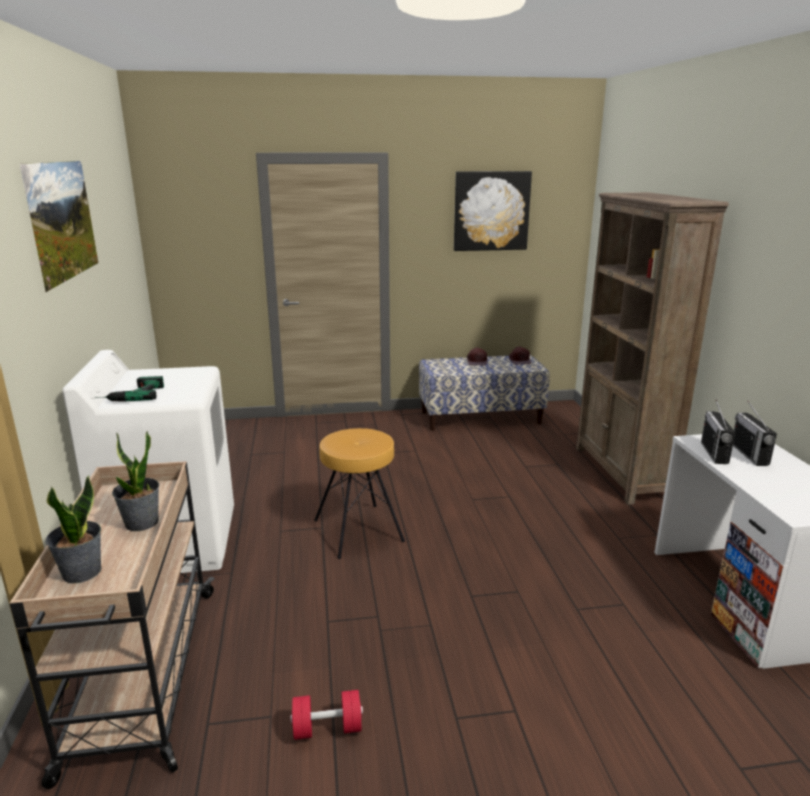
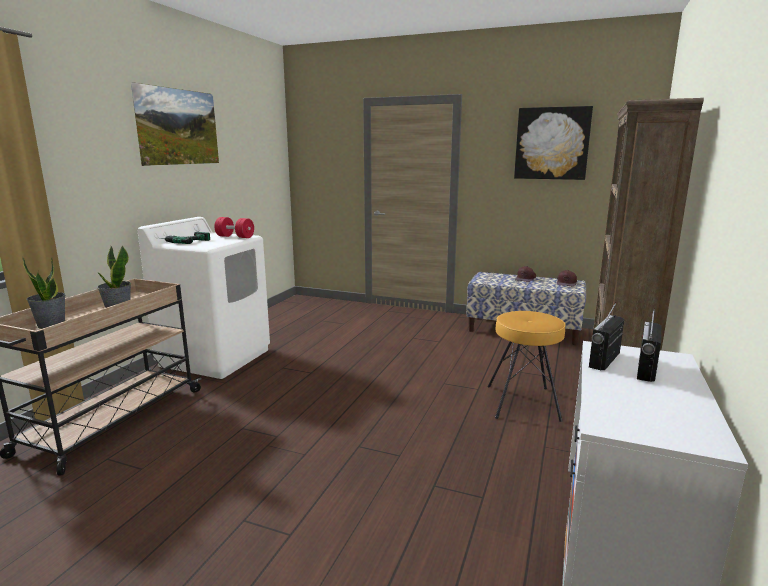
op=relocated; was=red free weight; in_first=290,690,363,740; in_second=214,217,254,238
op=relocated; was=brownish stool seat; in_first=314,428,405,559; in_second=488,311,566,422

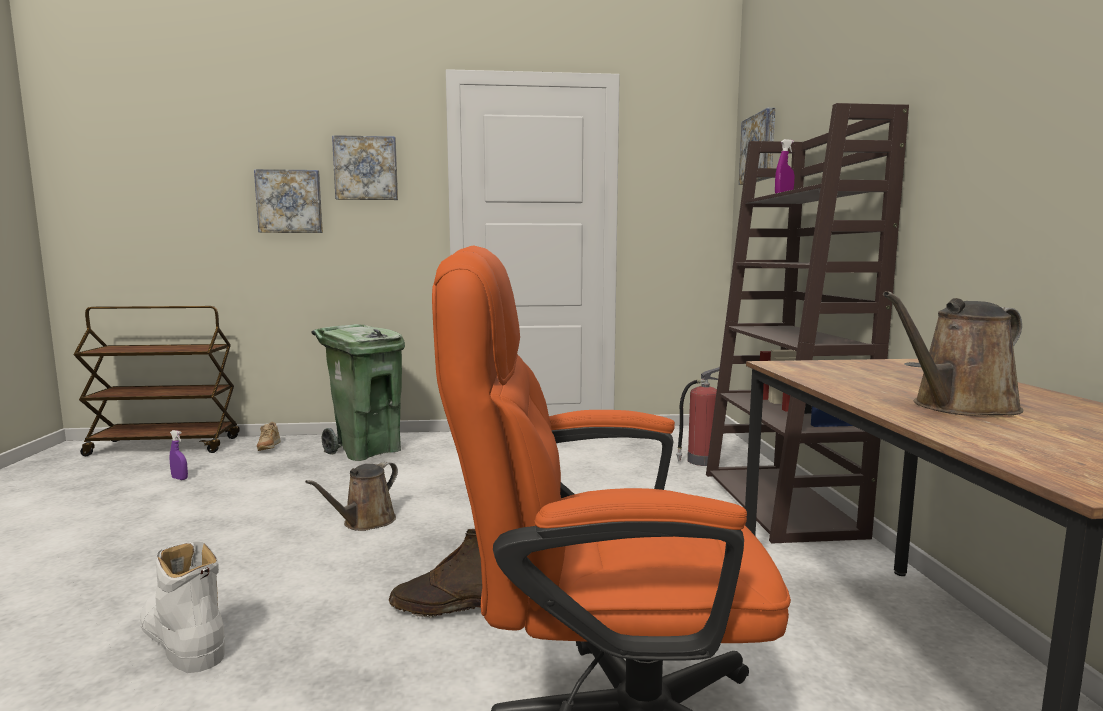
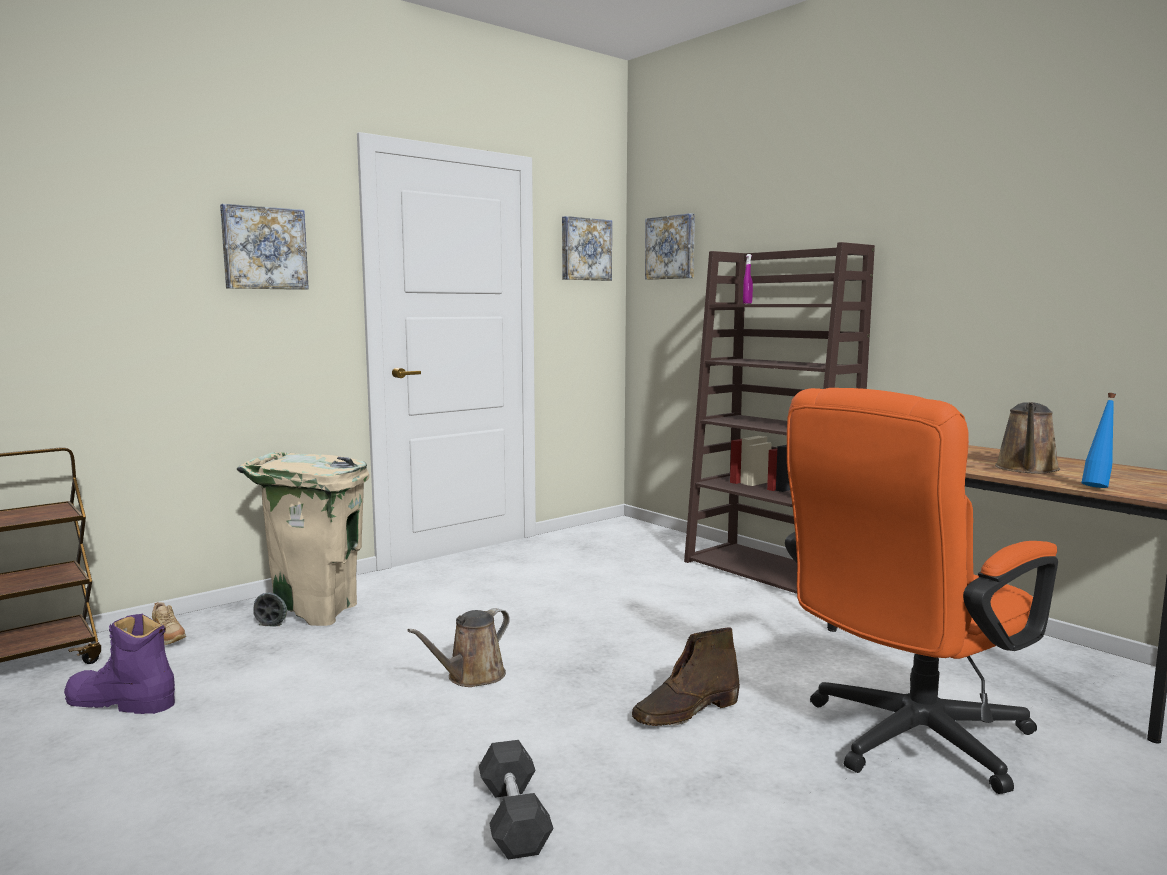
op=missing; was=fire-fighting cylinder; in_first=676,367,720,466
op=appeared; now=blue-coloured drink bottle; in_second=1081,393,1116,488
op=relocated; was=wall art; in_first=254,169,323,233; in_second=562,216,612,281
op=exchanged; was=whitish tall boot; now=grey free weight; in_first=140,541,225,673; in_second=479,740,554,860
op=exchanged; was=purple spray bottle; now=purple tall boot; in_first=170,430,188,480; in_second=64,614,175,714
op=colour; was=green-coloured waste bin; now=beige-coloured waste bin; in_first=311,324,405,461; in_second=237,452,369,626
op=spun; was=brownish watering can; in_first=305,462,398,531; in_second=407,608,510,687; clockwise=45

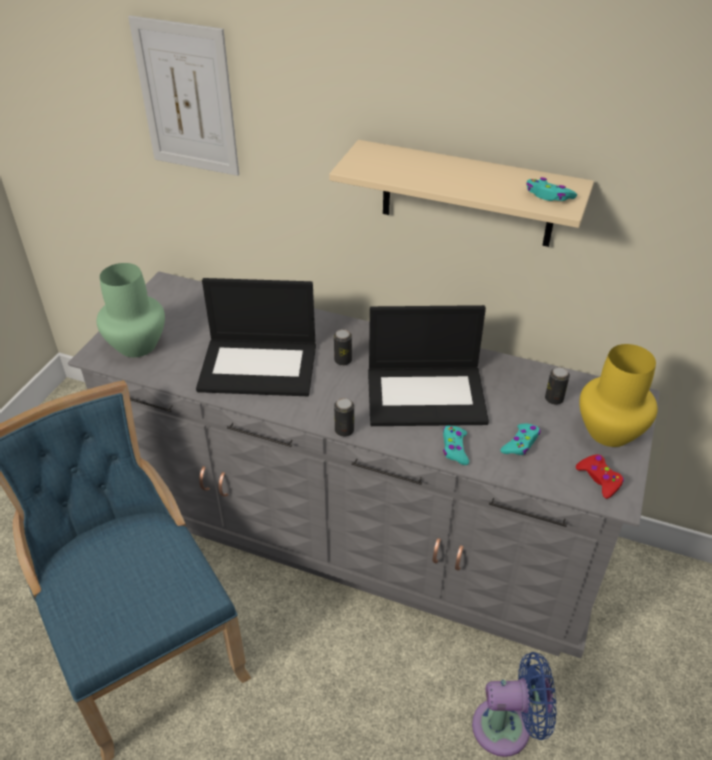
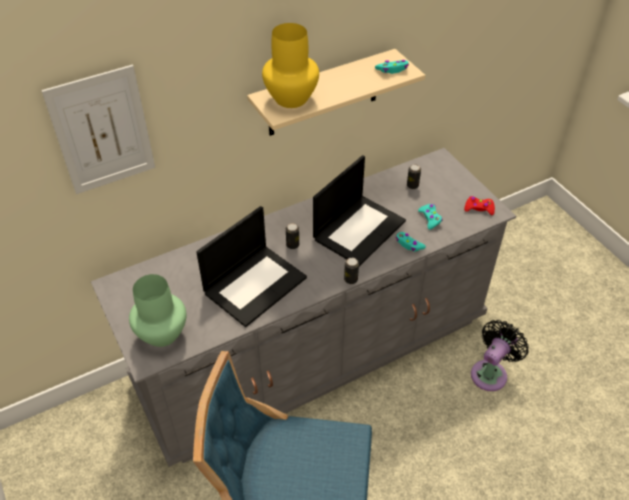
op=relocated; was=yellow vase; in_first=579,344,658,447; in_second=262,23,319,108
op=colour; was=blue-coloured fan; now=black-coloured fan; in_first=472,652,557,757; in_second=471,320,529,391

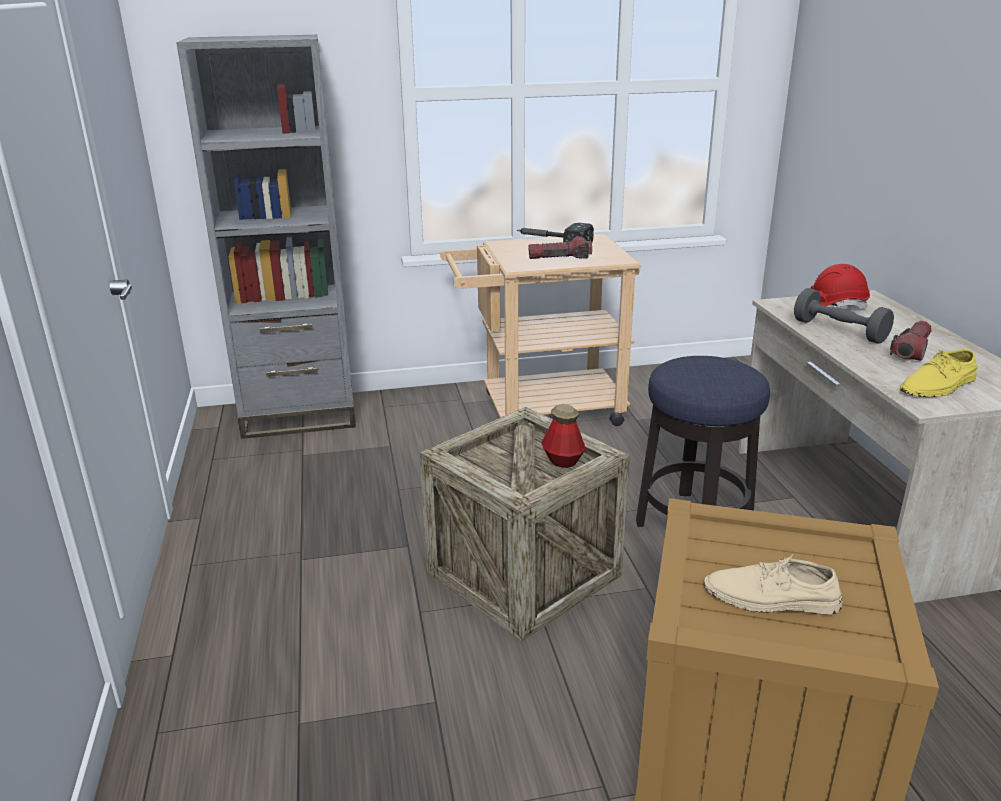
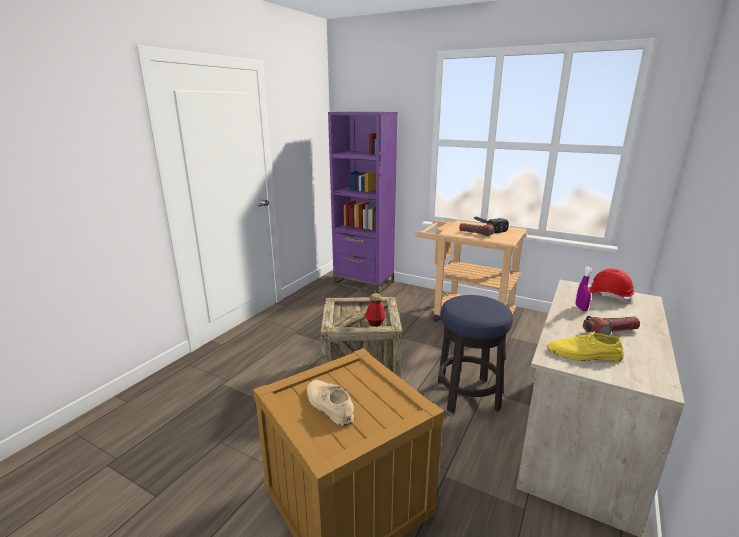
op=exchanged; was=grey free weight; now=purple spray bottle; in_first=794,288,894,344; in_second=576,267,594,311
op=colour; was=grey shelving unit; now=purple shelving unit; in_first=176,35,356,439; in_second=328,112,398,294

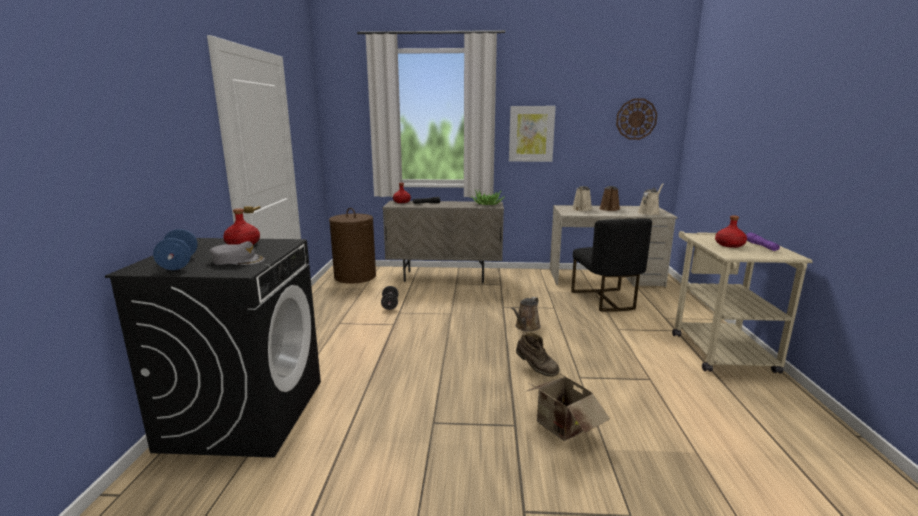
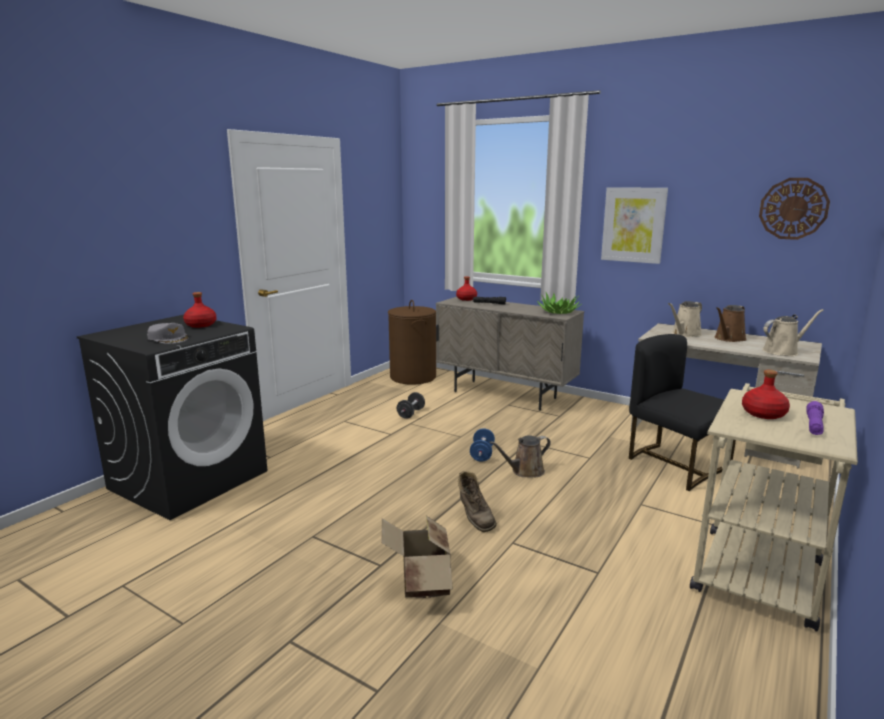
op=relocated; was=blue-coloured free weight; in_first=153,229,198,270; in_second=470,428,495,462
op=spun; was=black-coloured upright chair; in_first=571,219,652,312; in_second=629,334,736,491; clockwise=120

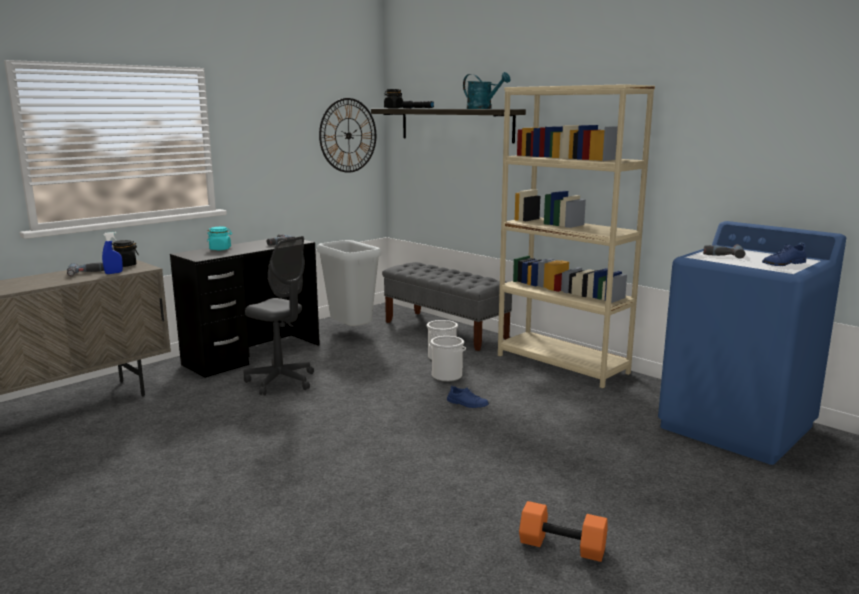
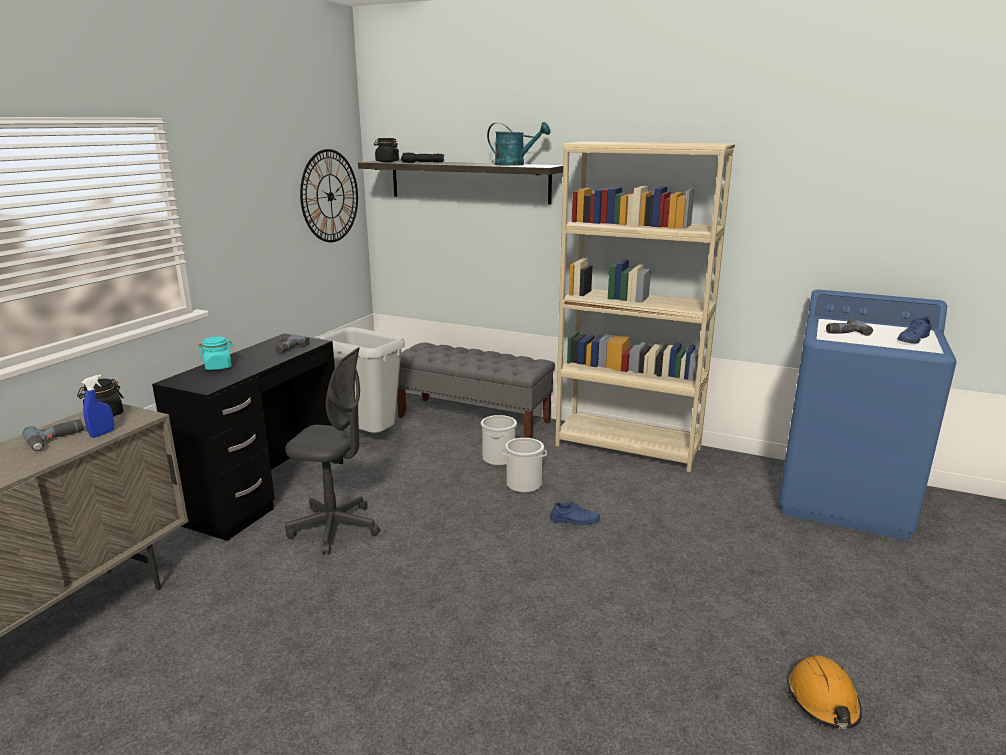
op=exchanged; was=orange-coloured free weight; now=orange-coloured work helmet; in_first=519,501,608,562; in_second=788,655,862,729

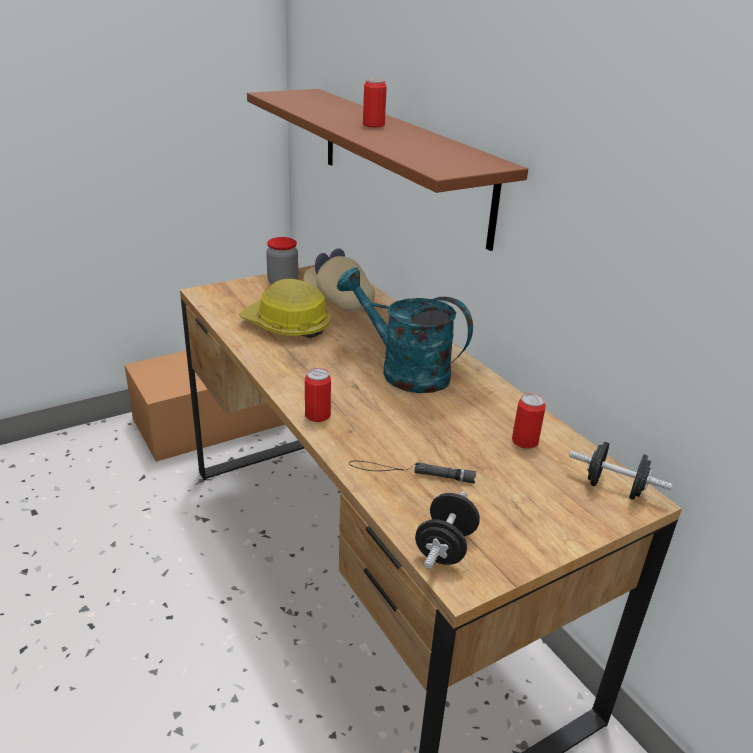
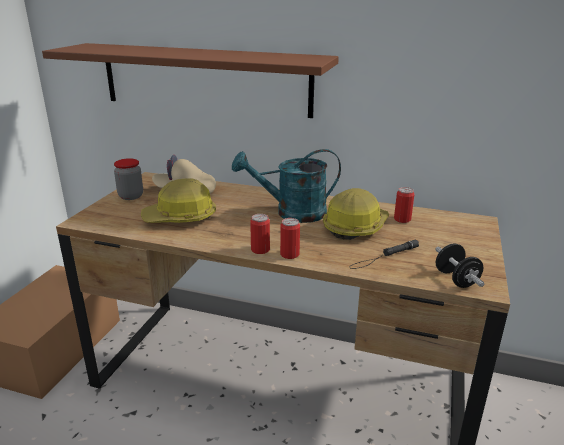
op=missing; was=black-coloured free weight; in_first=569,442,672,500
op=appeared; now=work helmet; in_second=323,188,389,240
op=relocated; was=can; in_first=363,79,387,127; in_second=250,214,270,254

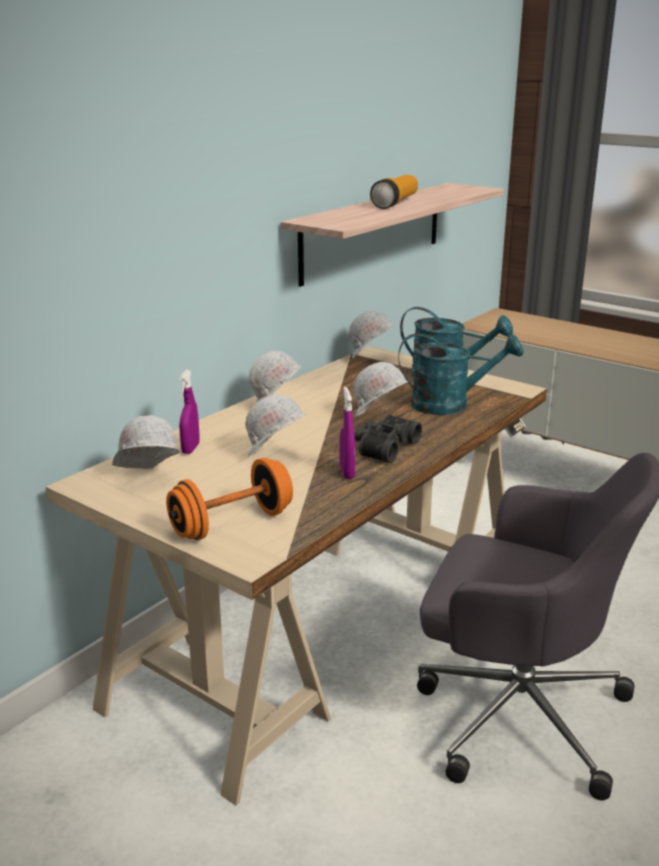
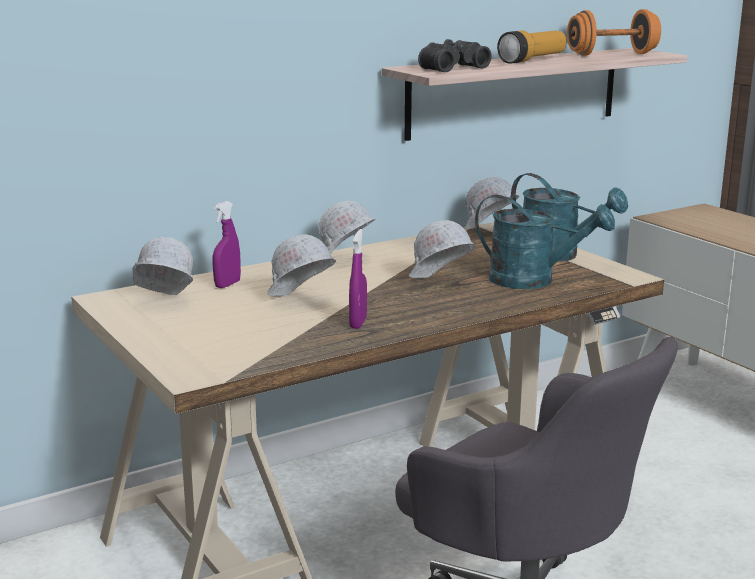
op=relocated; was=orange-coloured free weight; in_first=166,458,293,540; in_second=567,9,661,56
op=relocated; was=black-coloured pair of binoculars; in_first=355,415,422,463; in_second=418,39,492,72

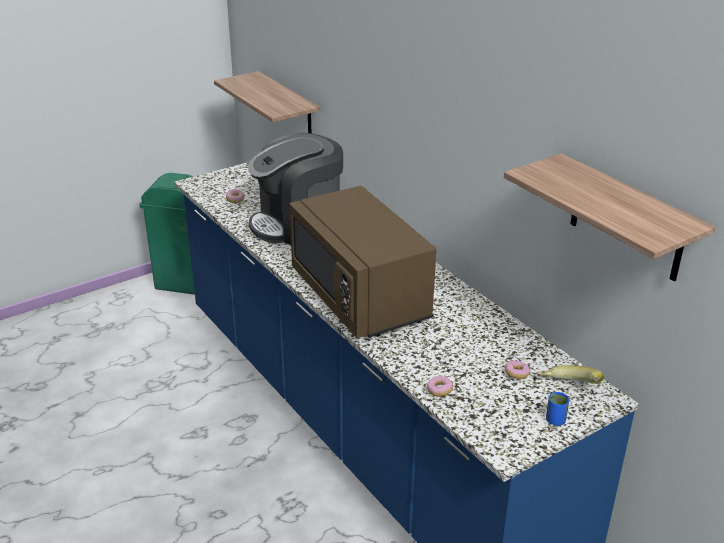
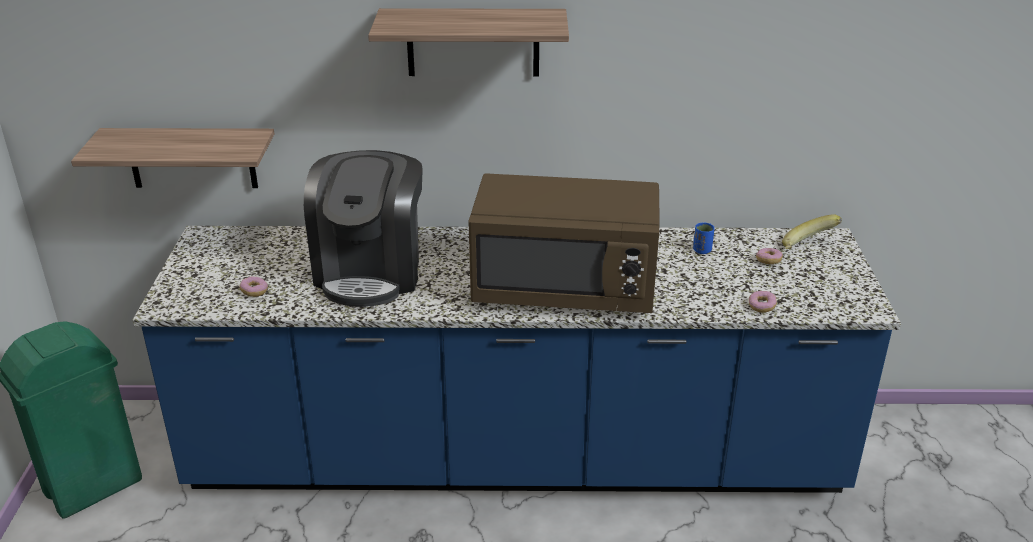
op=relocated; was=shelf; in_first=504,154,716,282; in_second=368,8,569,76
op=relocated; was=blue-coloured cup; in_first=546,392,570,426; in_second=693,223,715,254

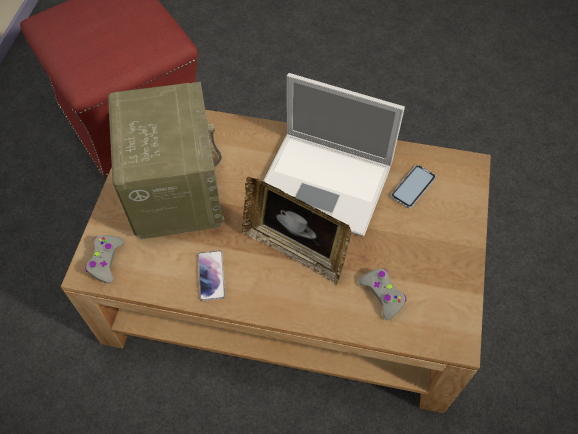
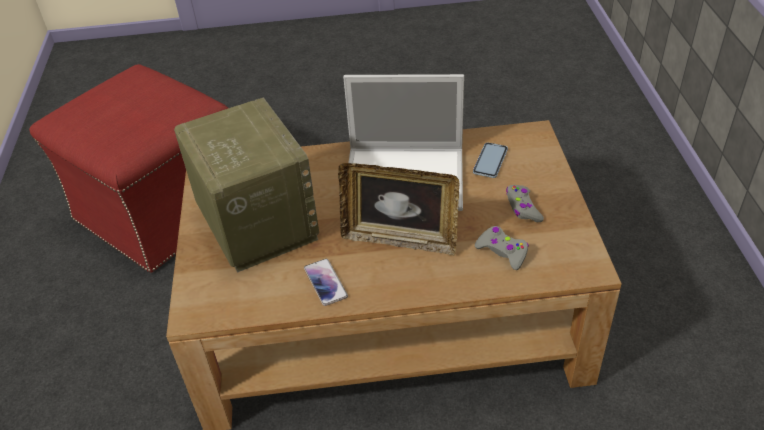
op=relocated; was=grey joypad; in_first=85,235,125,283; in_second=506,185,544,222

